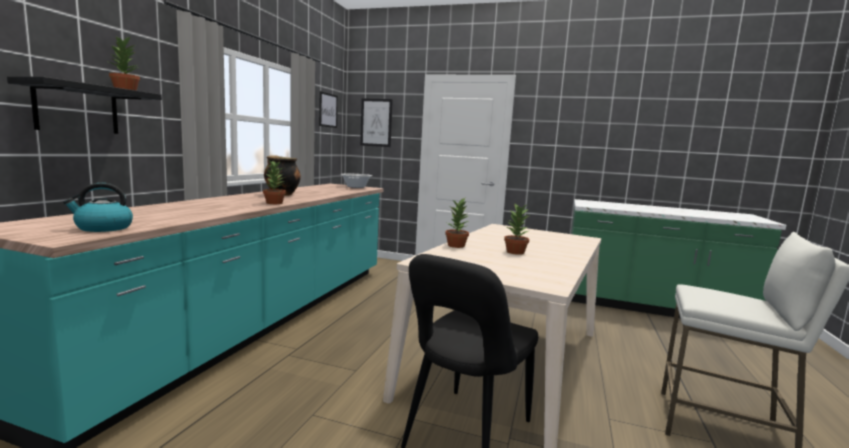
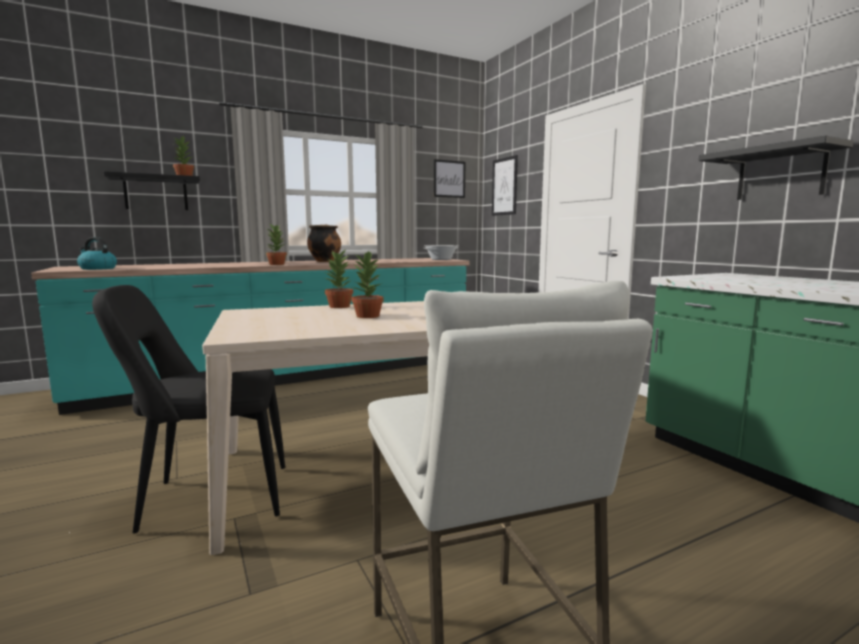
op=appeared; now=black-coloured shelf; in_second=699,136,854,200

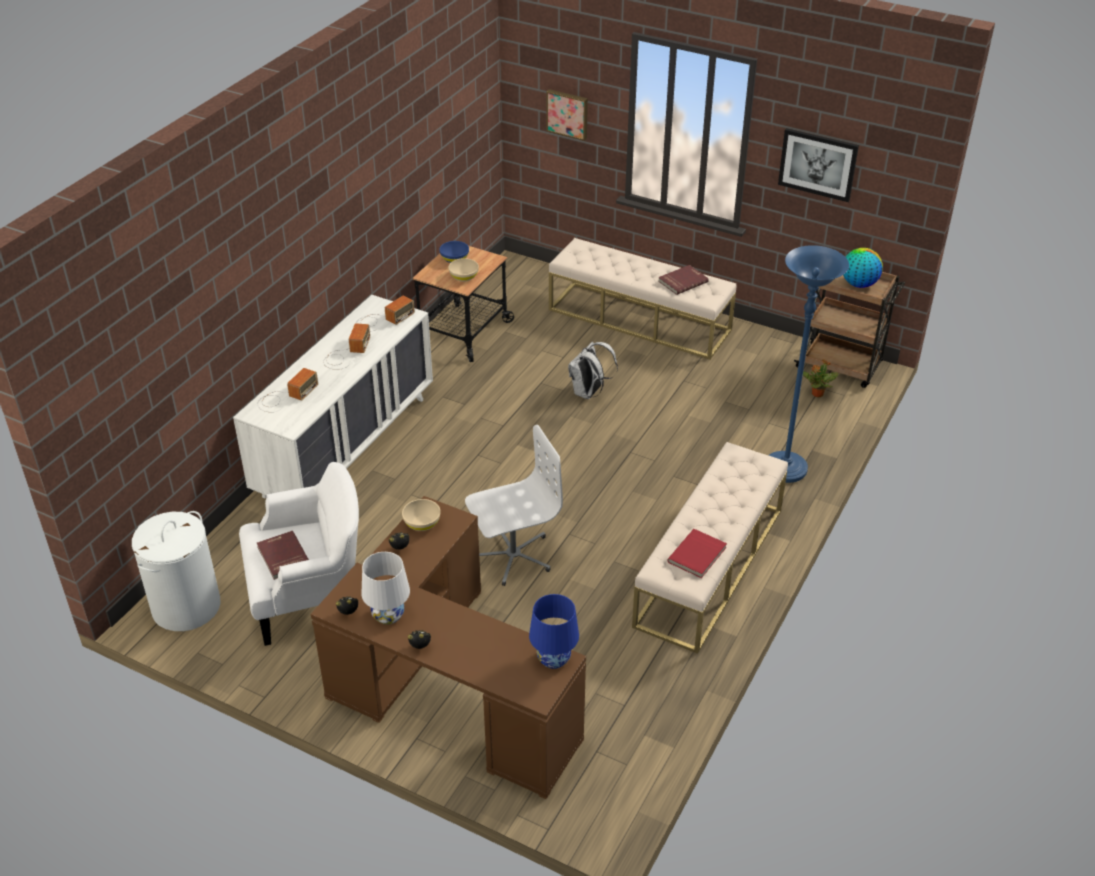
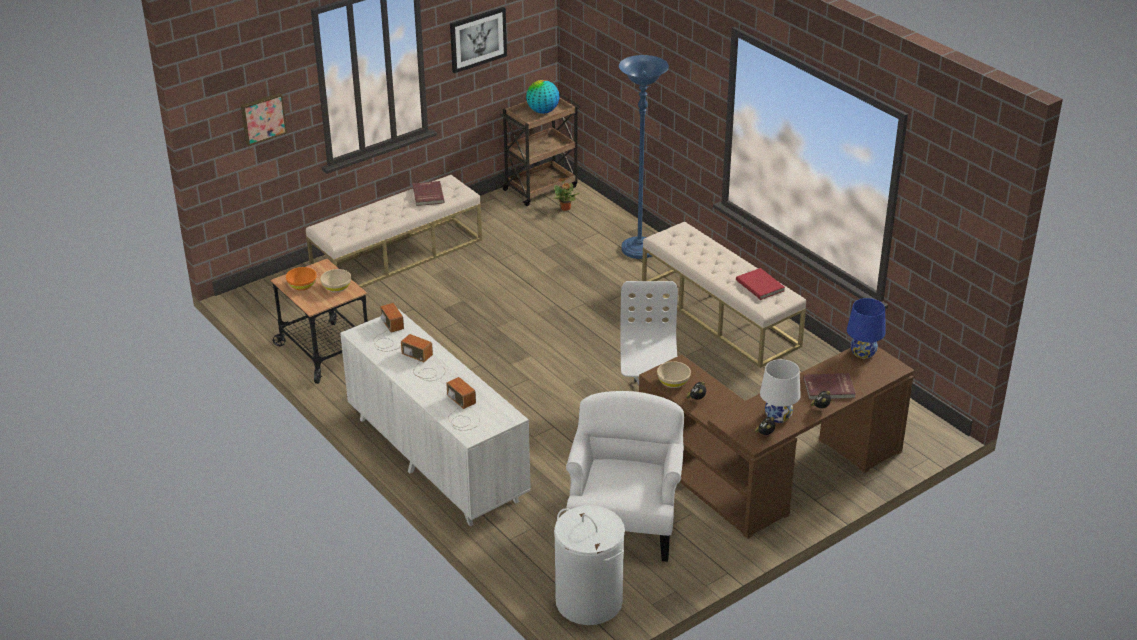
op=missing; was=whitish rucksack; in_first=568,342,618,399
op=relocated; was=red volume; in_first=257,531,309,580; in_second=803,373,856,400
op=colour; was=blue-coloured deep dish; now=orange-coloured deep dish; in_first=439,241,469,263; in_second=286,267,317,290

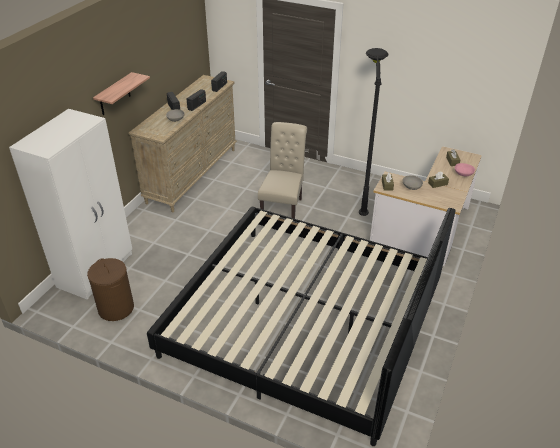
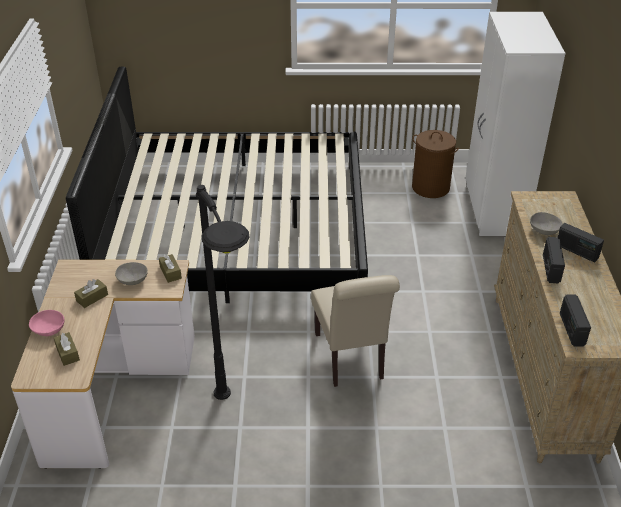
op=missing; was=shelf; in_first=93,72,150,115

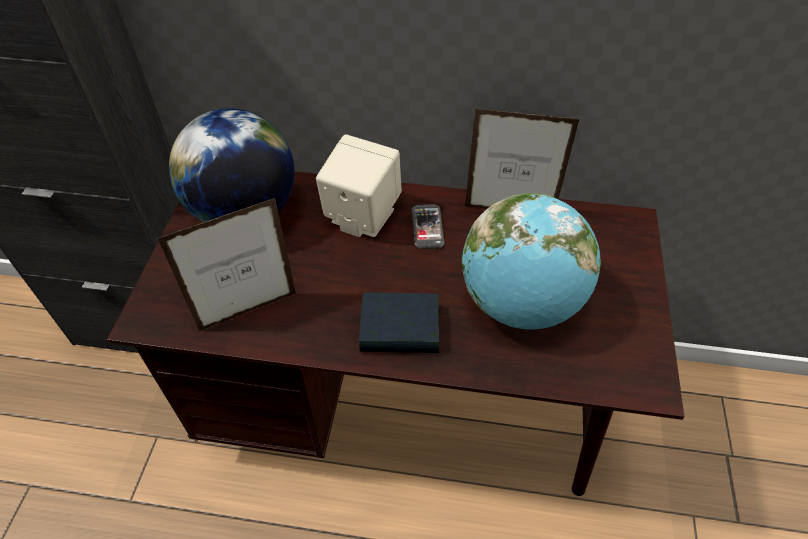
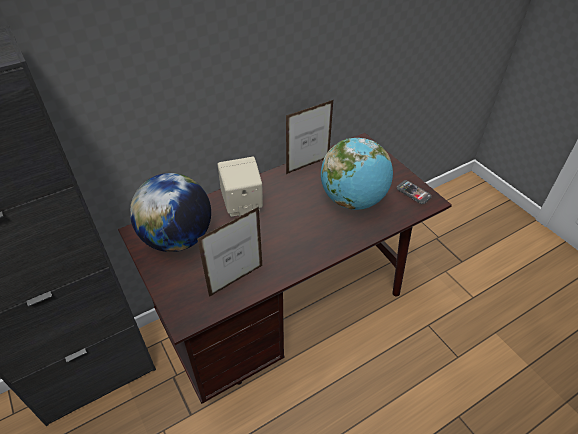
op=missing; was=volume; in_first=359,292,439,353
op=relocated; was=handset; in_first=412,204,445,249; in_second=397,180,431,204
op=spun; was=picture frame; in_first=157,198,296,331; in_second=197,207,263,297; clockwise=-150

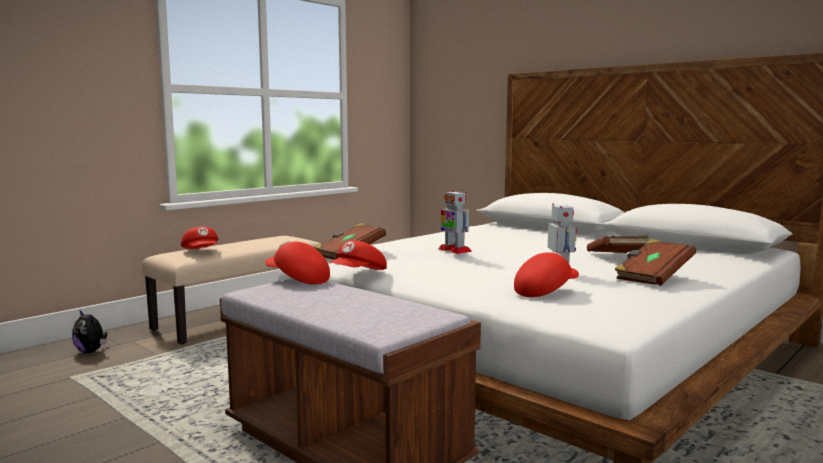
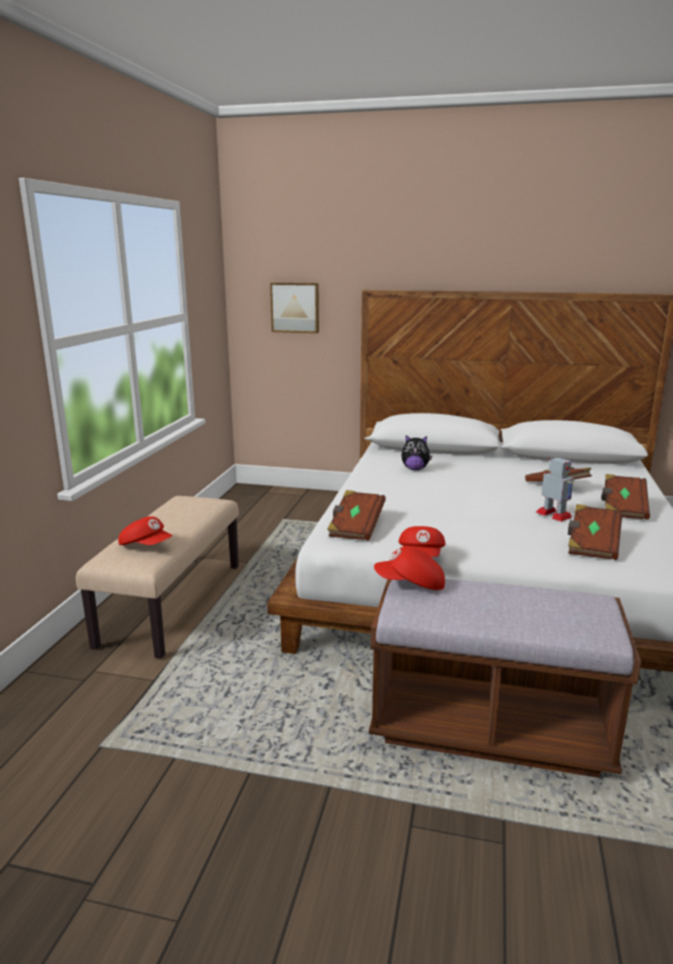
op=missing; was=model robot; in_first=438,190,472,254
op=appeared; now=wall art; in_second=270,283,319,333
op=relocated; was=soft toy; in_first=72,311,107,353; in_second=401,435,432,470
op=exchanged; was=red peaked cap; now=brownish volume; in_first=514,252,579,297; in_second=568,504,622,560

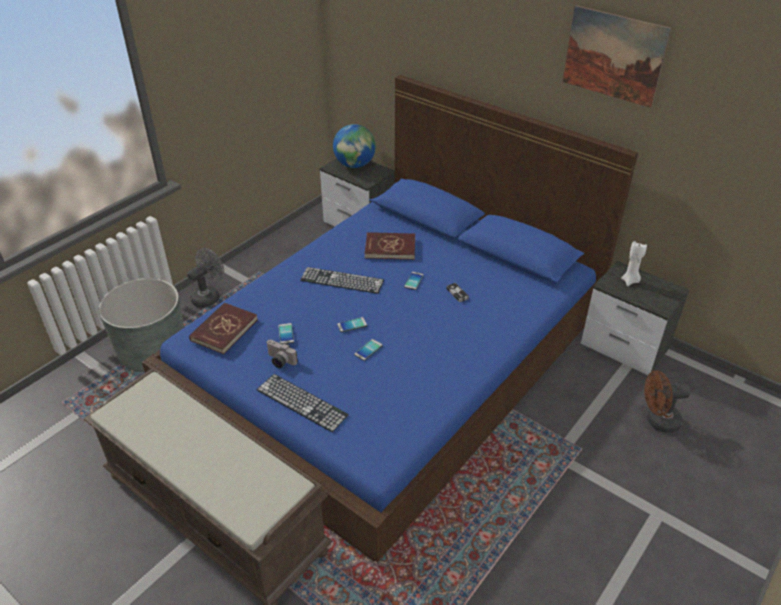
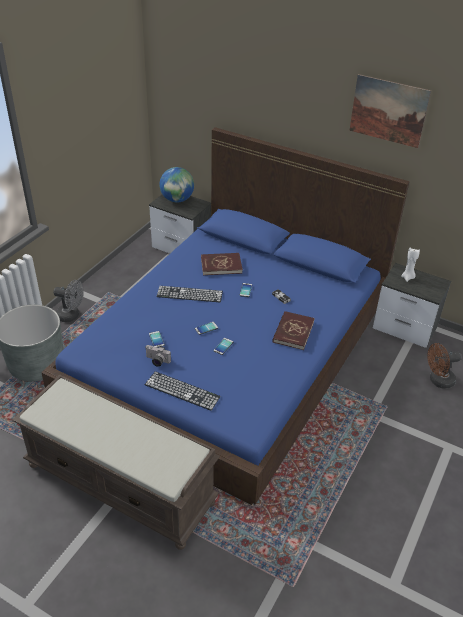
op=relocated; was=red volume; in_first=189,302,258,354; in_second=272,311,315,350
op=spun; was=grey fan; in_first=187,248,224,308; in_second=53,280,84,322; clockwise=75

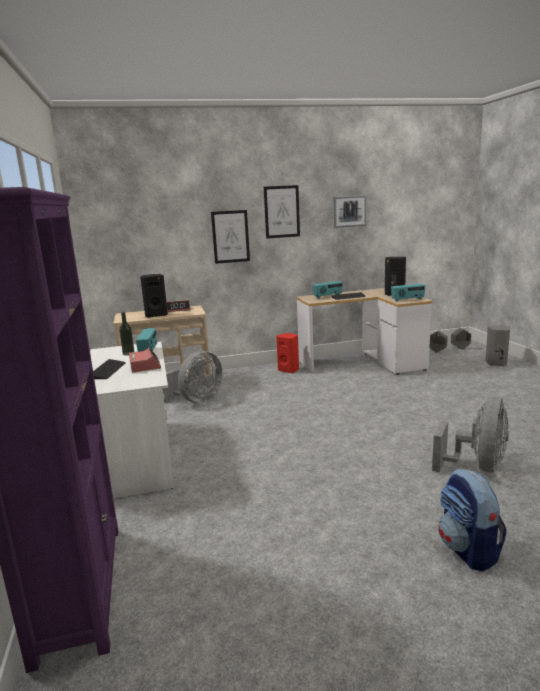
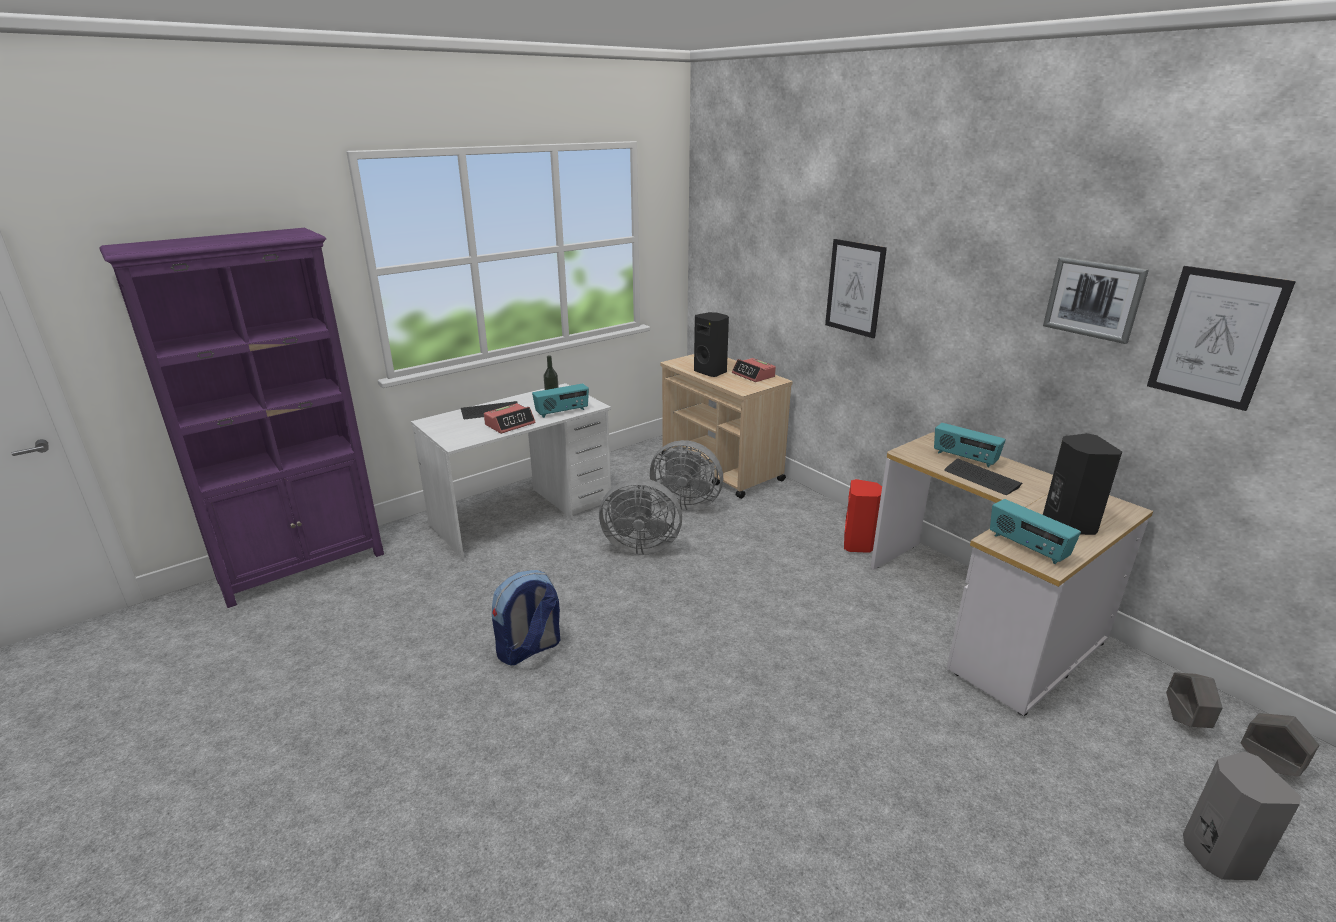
op=relocated; was=wall art; in_first=264,185,300,239; in_second=1147,266,1296,411
op=relocated; was=grey fan; in_first=432,396,509,472; in_second=599,478,682,555
op=relocated; was=rucksack; in_first=438,469,507,571; in_second=492,570,560,666

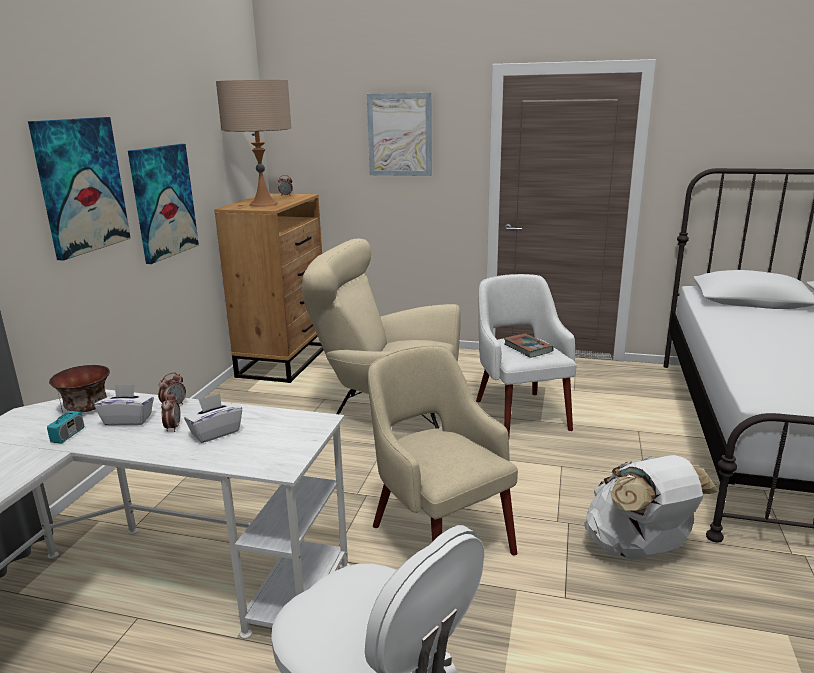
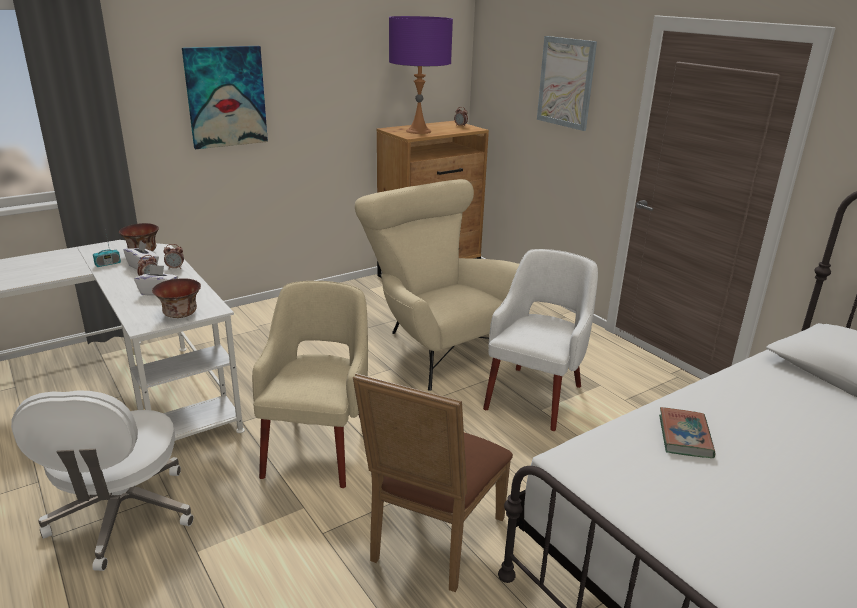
op=missing; was=wall art; in_first=128,144,199,264
op=appeared; now=deep dish; in_second=152,278,201,318
op=relocated; was=volume; in_first=504,334,554,358; in_second=659,407,716,458
op=exchanged; was=whitish rucksack; now=brownish upright chair; in_first=584,455,719,560; in_second=353,373,513,592
op=colour; was=beige-coloured lamp for a table; now=purple lamp for a table; in_first=216,80,291,207; in_second=389,16,453,134

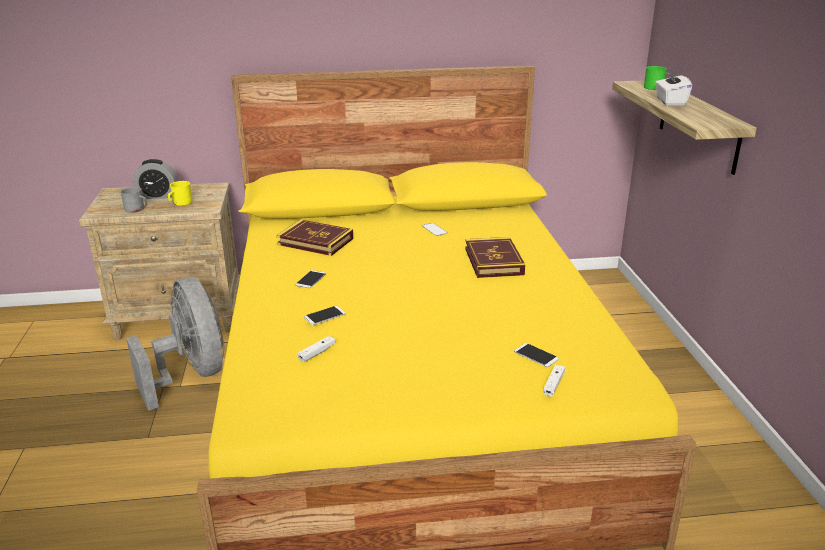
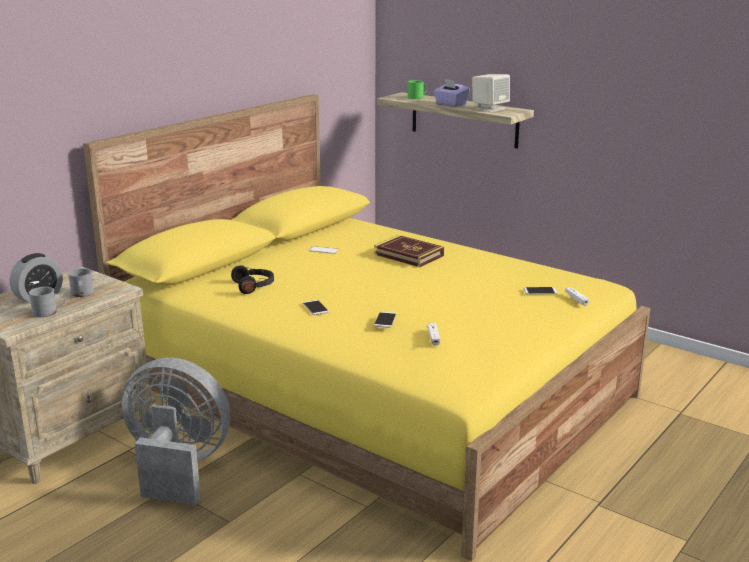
op=appeared; now=beige-coloured speaker; in_second=472,74,510,112
op=exchanged; was=volume; now=black-coloured headset; in_first=276,219,354,256; in_second=231,266,274,294
op=colour; was=yellow mug; now=grey mug; in_first=168,181,192,206; in_second=68,268,94,297
op=colour; was=whitish tissue box; now=purple tissue box; in_first=655,68,692,105; in_second=433,79,470,107

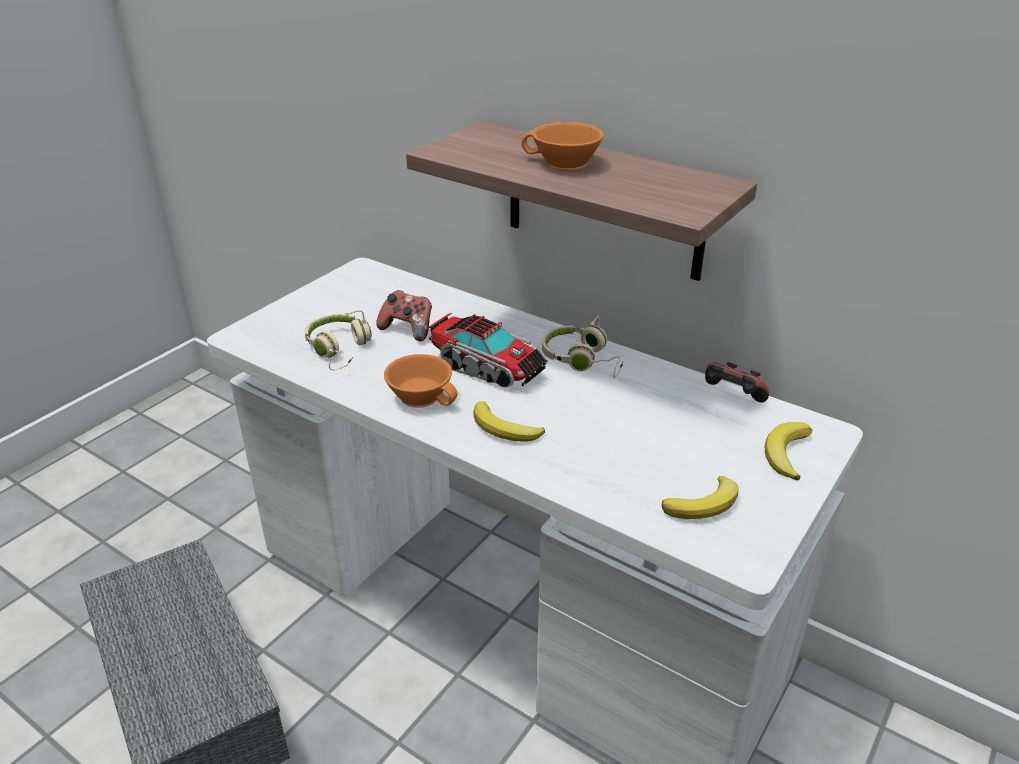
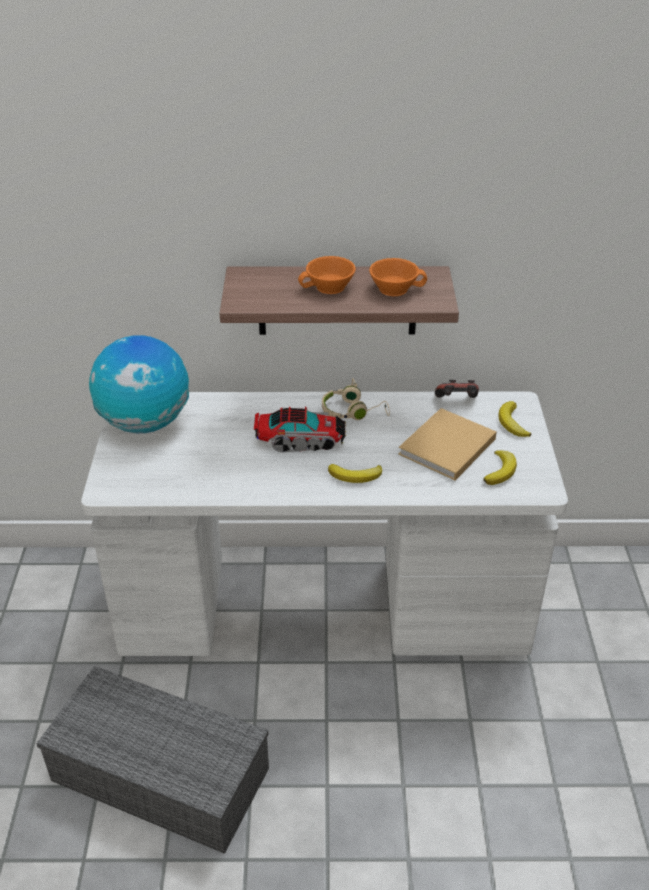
op=missing; was=beige-coloured headset; in_first=305,310,372,370
op=missing; was=joypad; in_first=376,290,432,342
op=appeared; now=world globe; in_second=89,335,189,433
op=appeared; now=beige-coloured volume; in_second=398,408,497,480
op=relocated; was=orange-coloured cup; in_first=384,354,458,408; in_second=369,258,427,296

